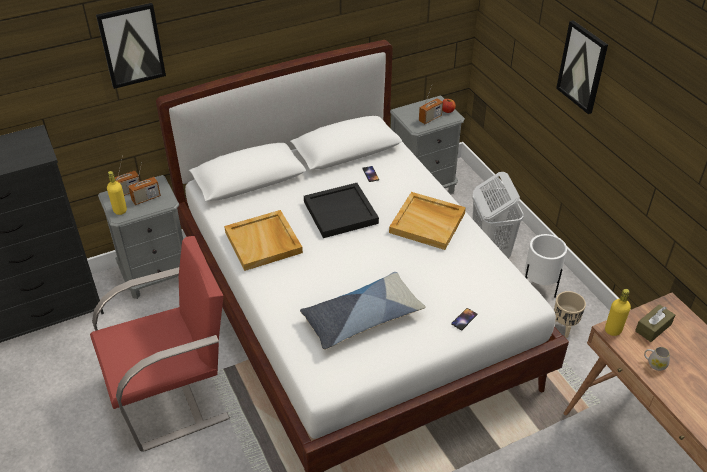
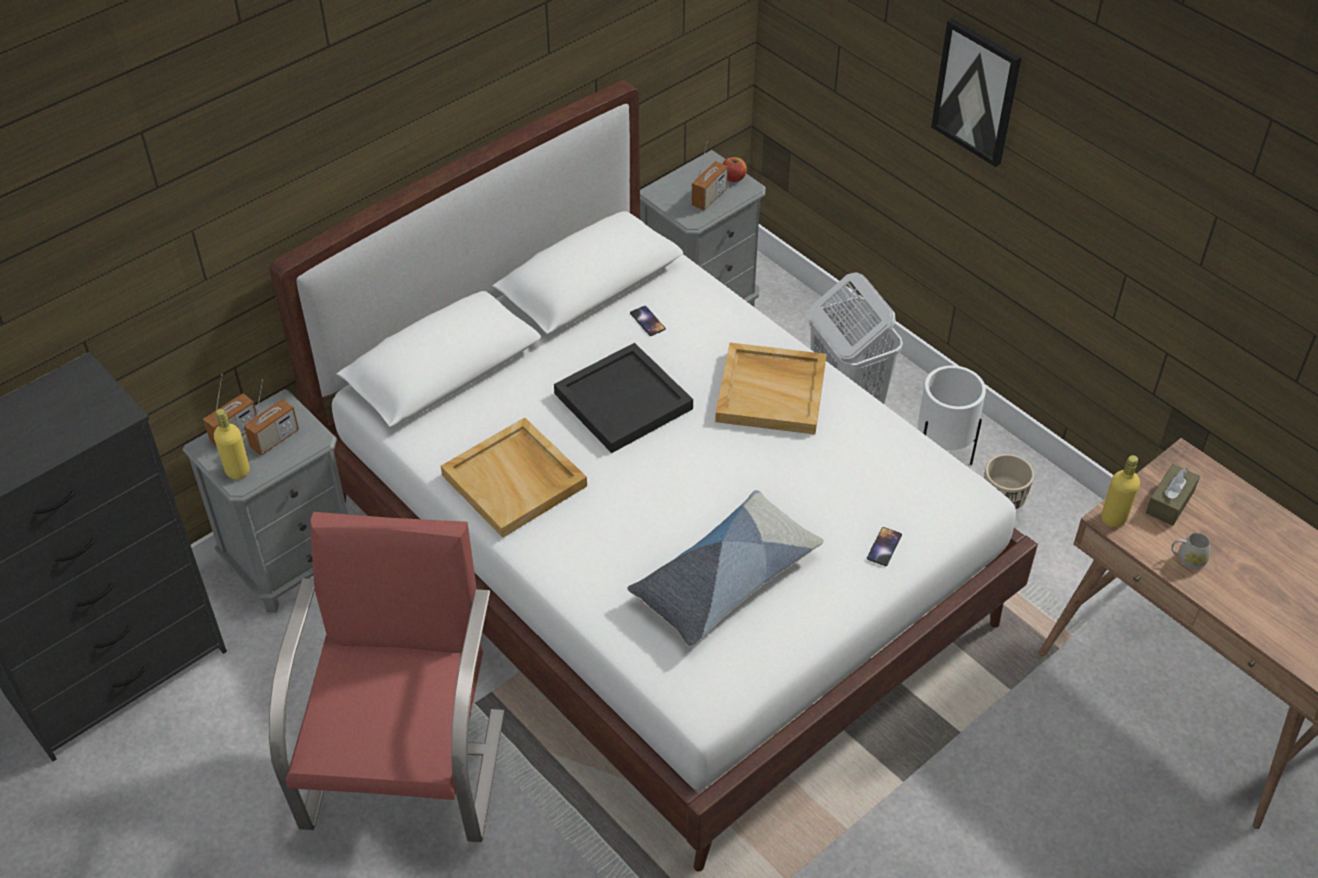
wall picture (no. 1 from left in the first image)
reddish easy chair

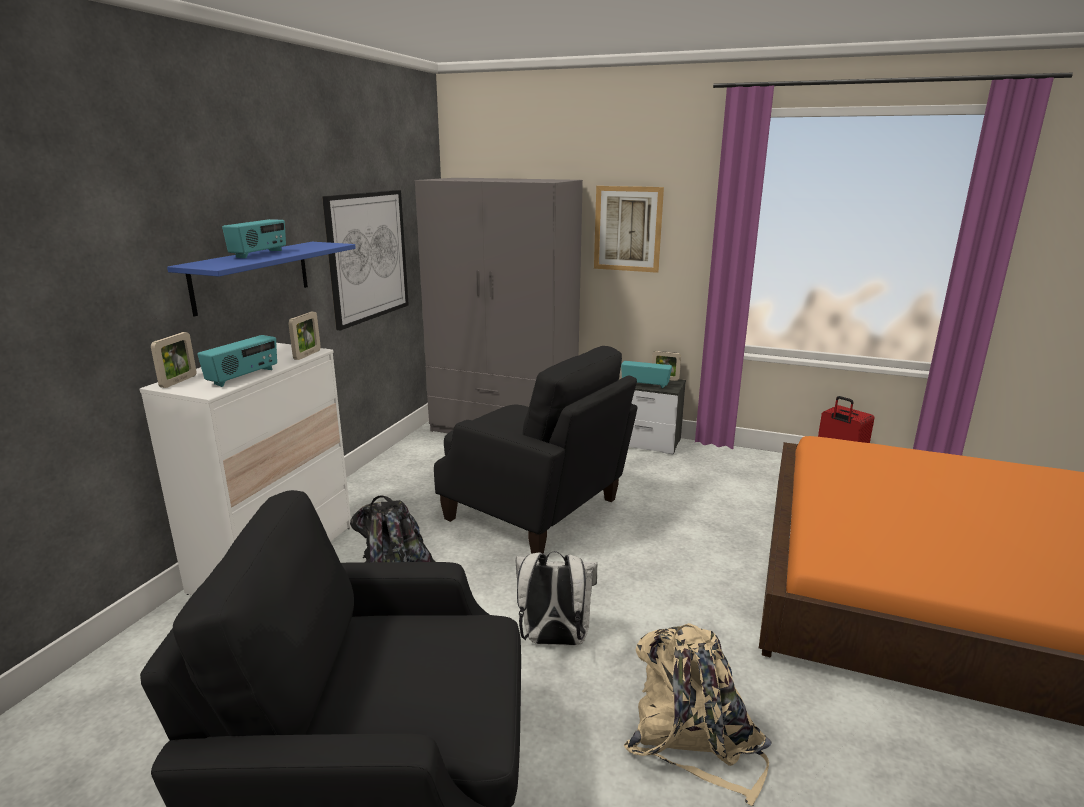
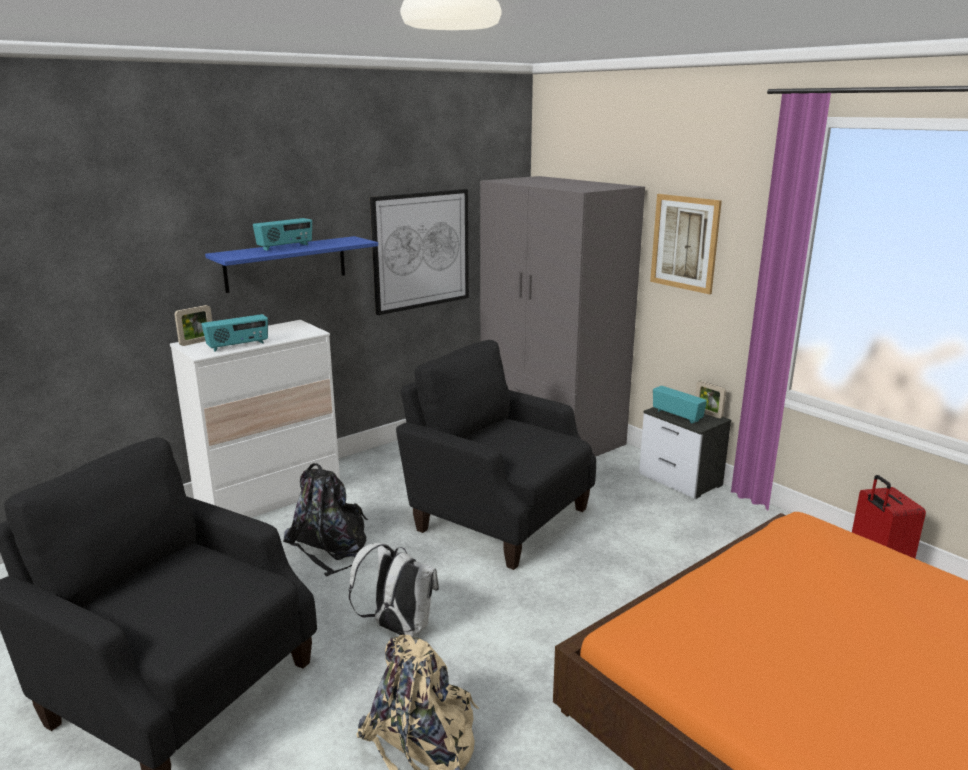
photo frame (no. 2 from left in the first image)
blackish easy chair (no. 2 from left)

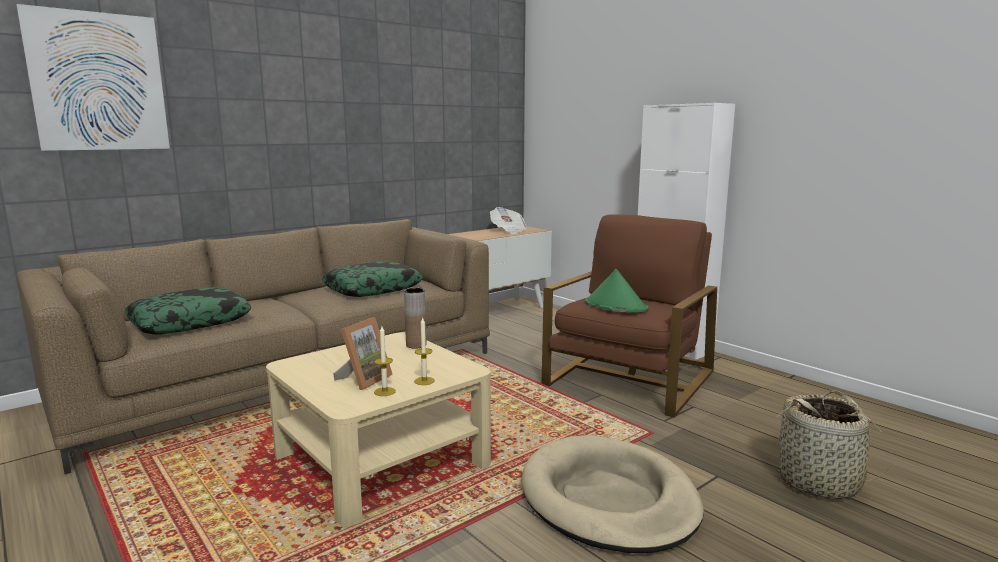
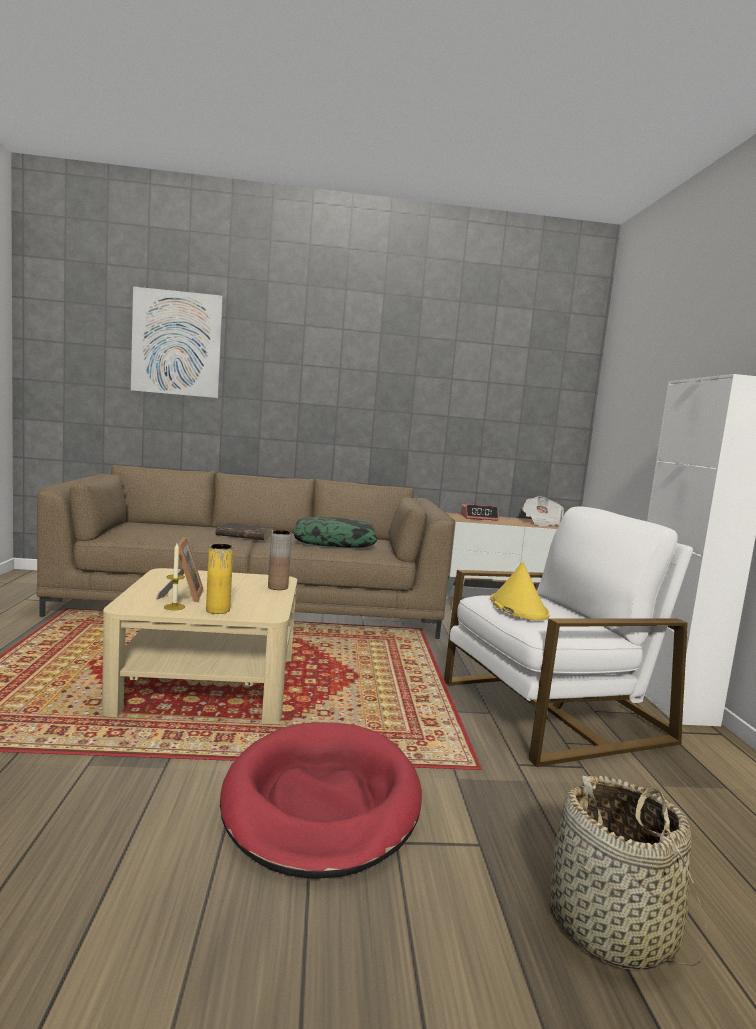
whitish easy chair
yellow-coloured clothing hat
throw pillow (no. 1 from left in the first image)
photo frame
yellow-coloured vase
reddish dog cushion
alarm clock
brownish bound book

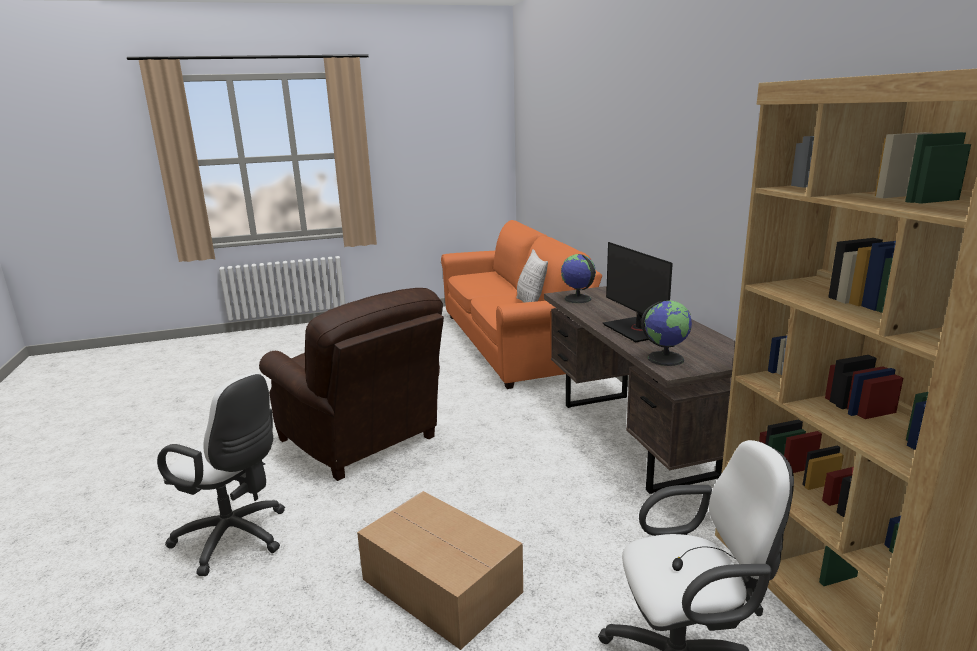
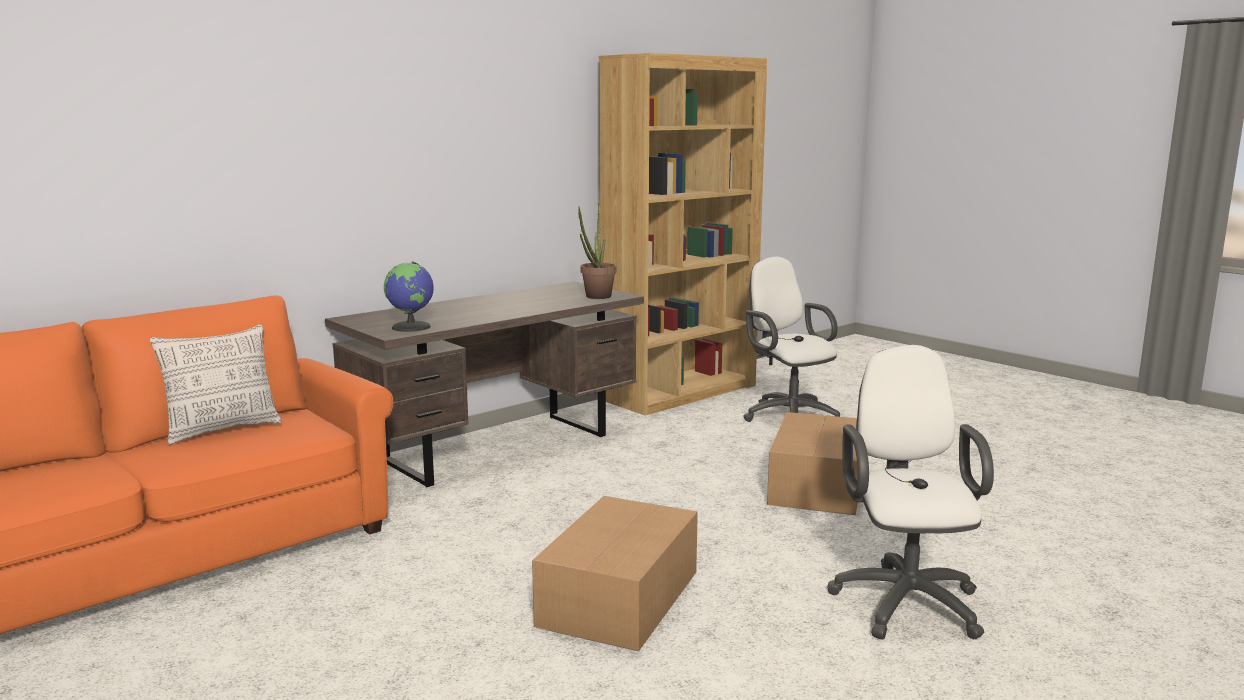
computer screen
packing box (no. 1 from left)
potted plant

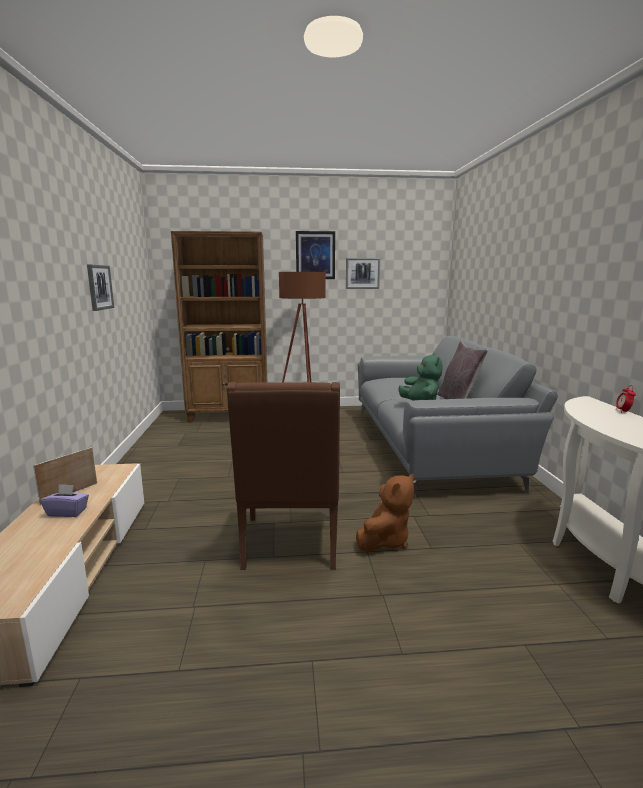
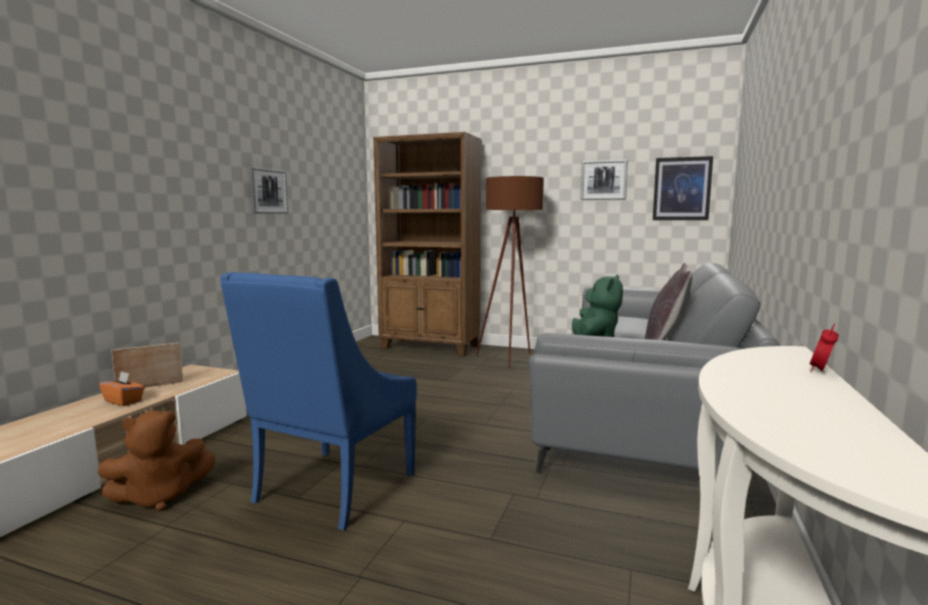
wall picture (no. 3 from left)
bluish easy chair
brownish soft toy
orange box of tissues

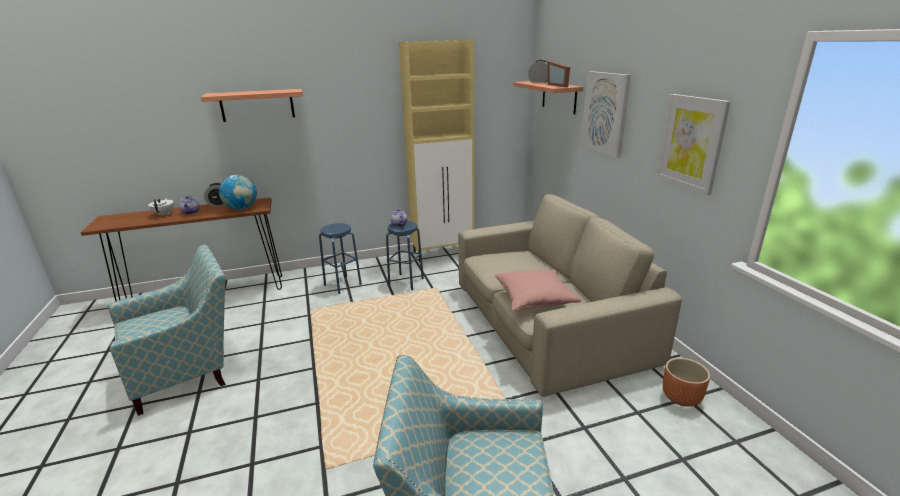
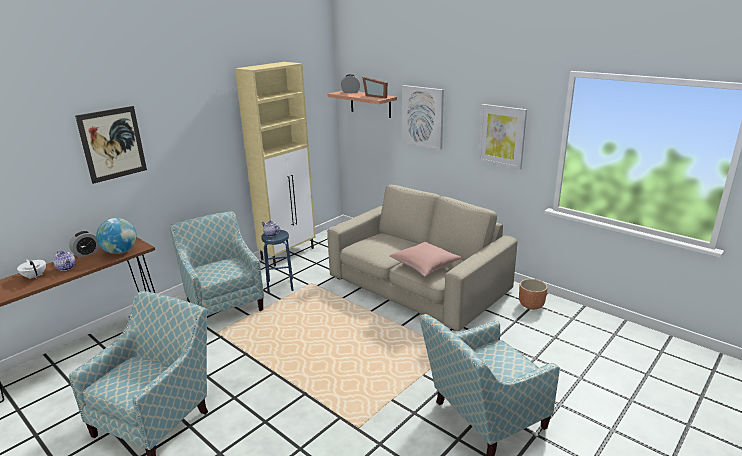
wall picture (no. 1 from left)
easy chair (no. 2 from left)

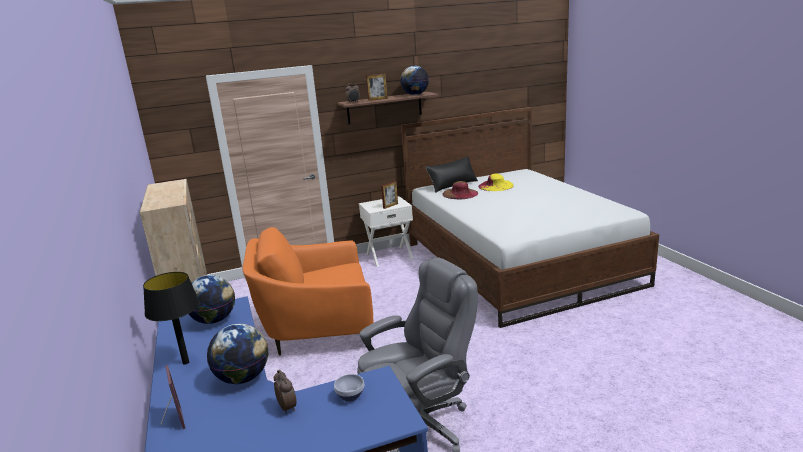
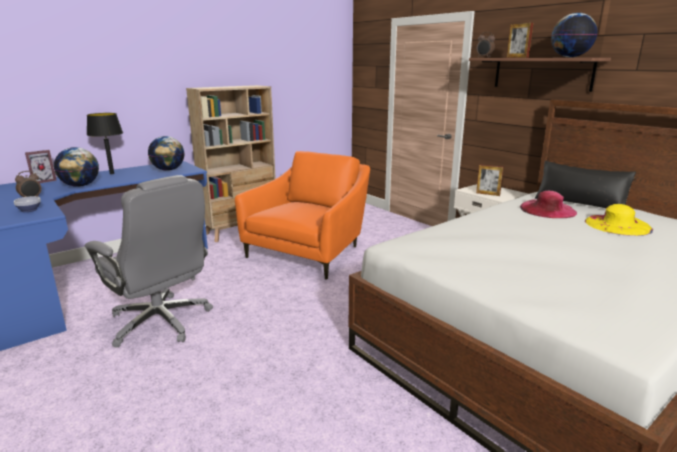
pink clothing hat
orange easy chair

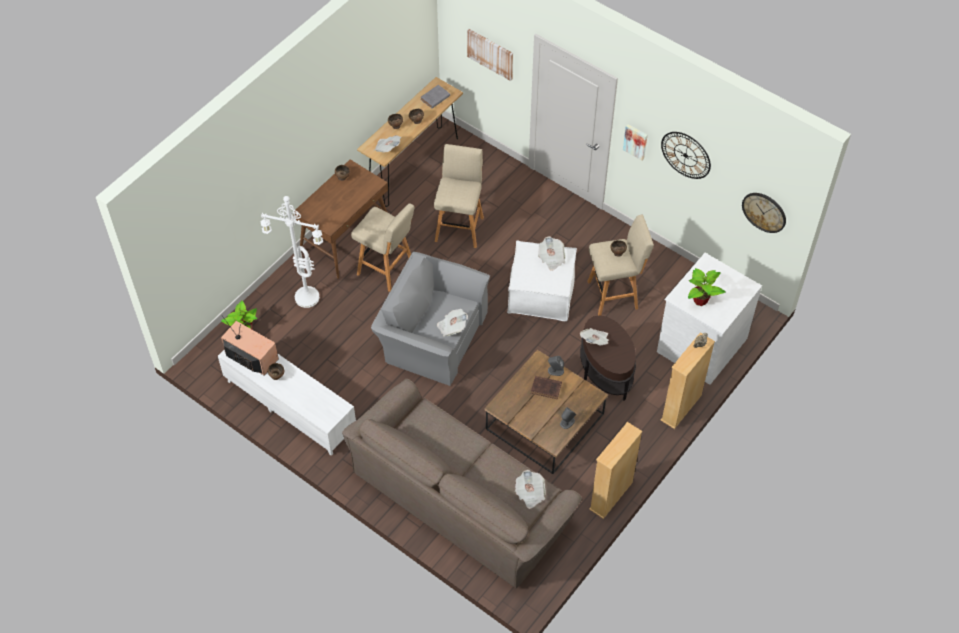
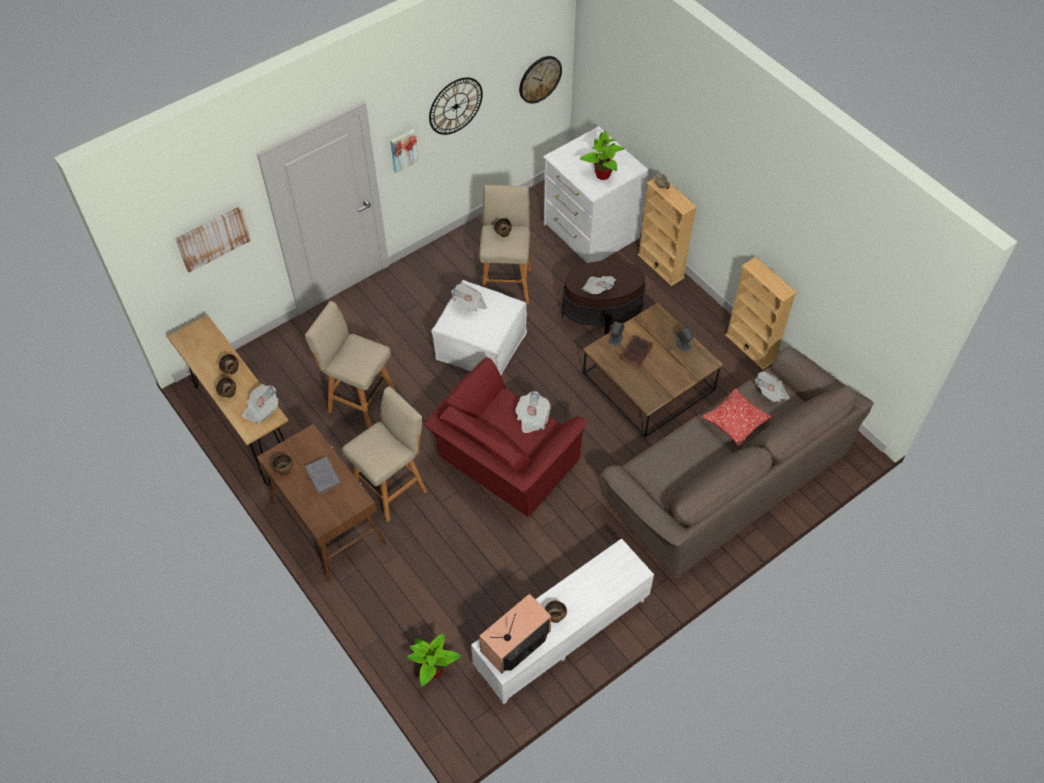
grey bound book
whitish standard lamp
reddish easy chair
throw pillow

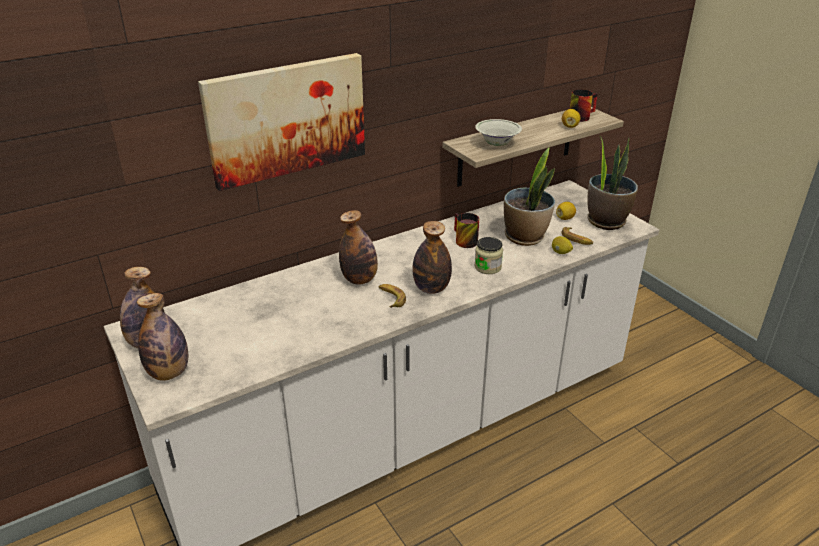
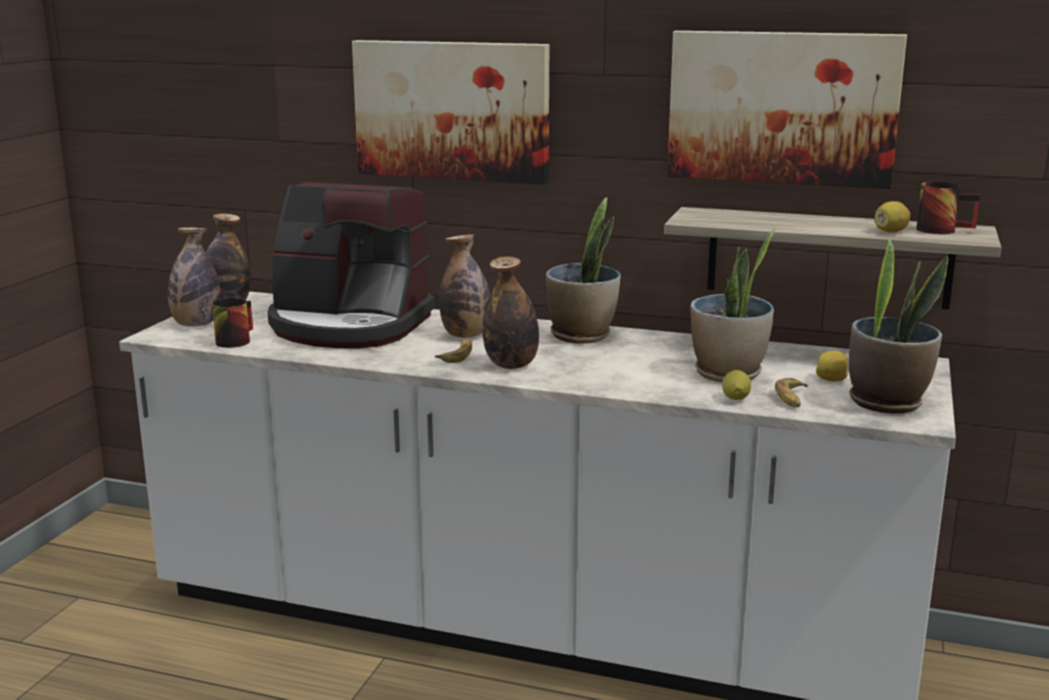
whitish deep dish
mug (no. 1 from left)
storage jar
wall picture (no. 2 from left)
coffee machine
potted plant (no. 1 from left)

